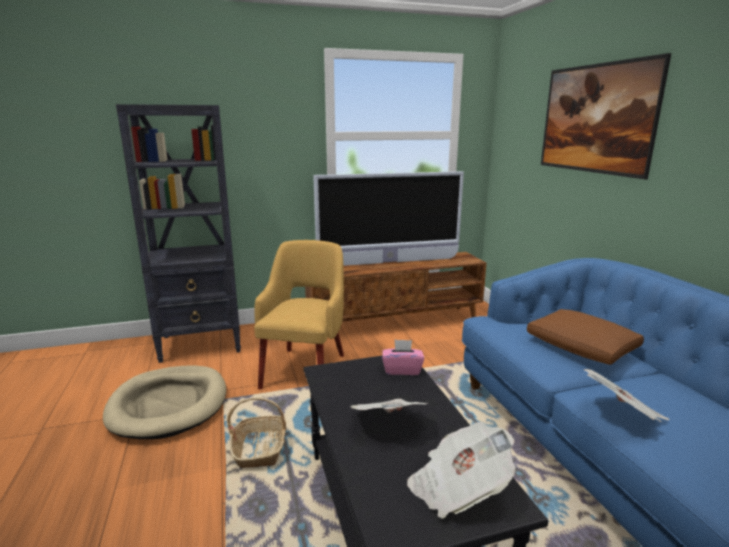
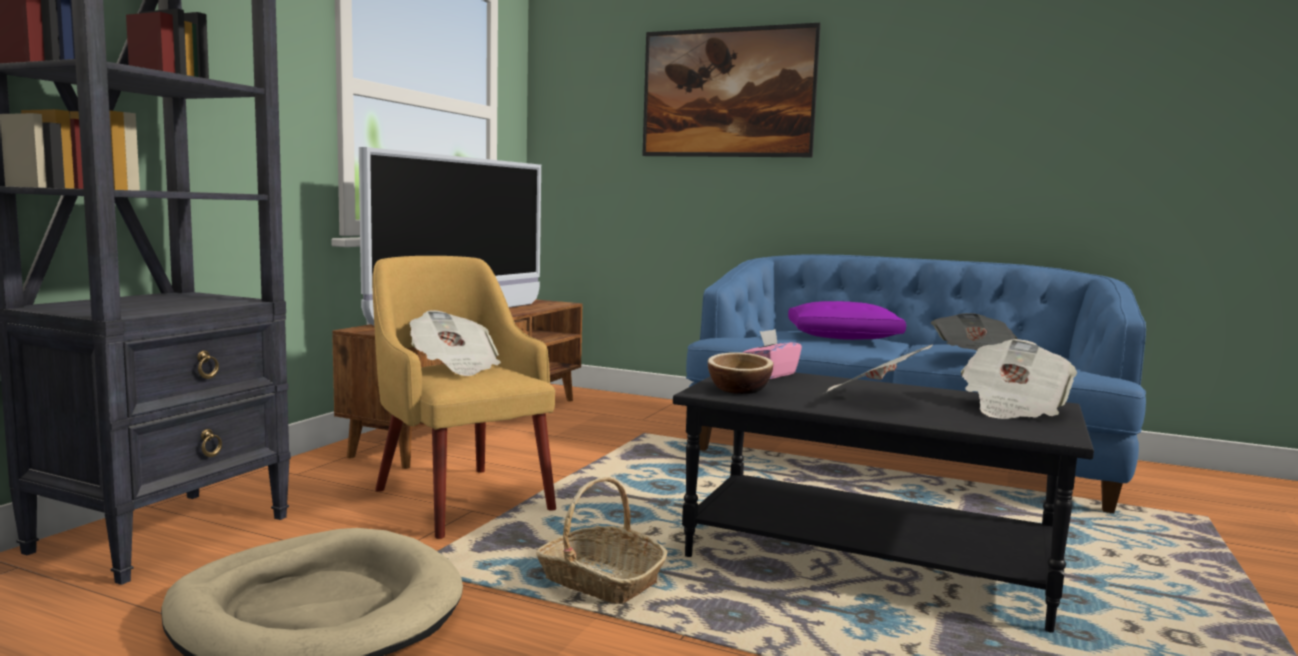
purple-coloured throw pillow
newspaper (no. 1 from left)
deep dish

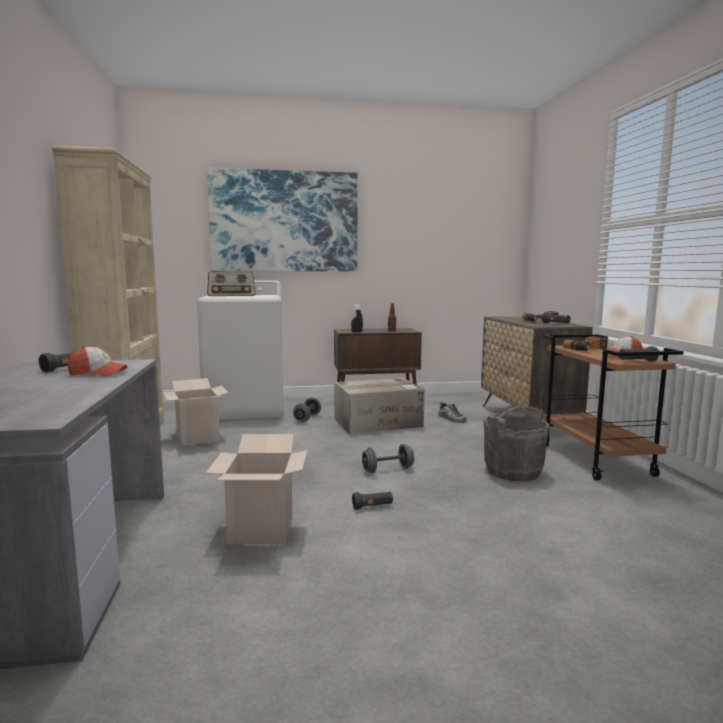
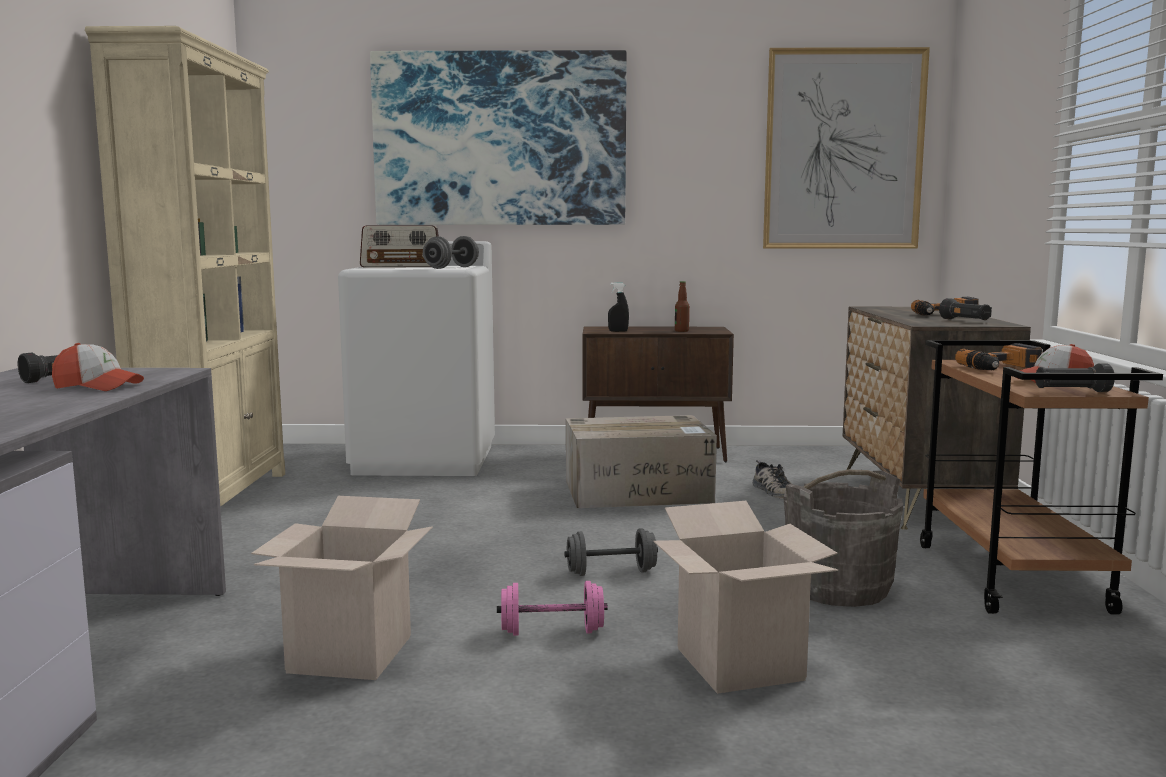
packing box (no. 3 from left)
grey hand weight (no. 1 from left)
pink hand weight
wall picture (no. 2 from left)

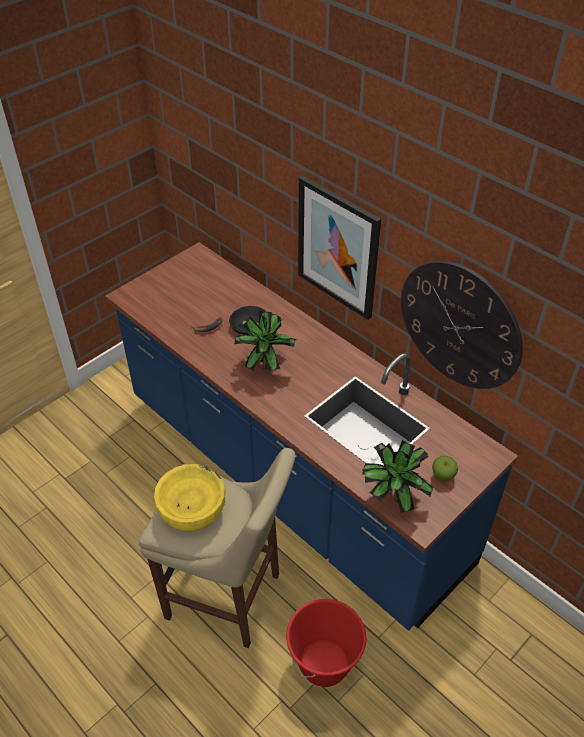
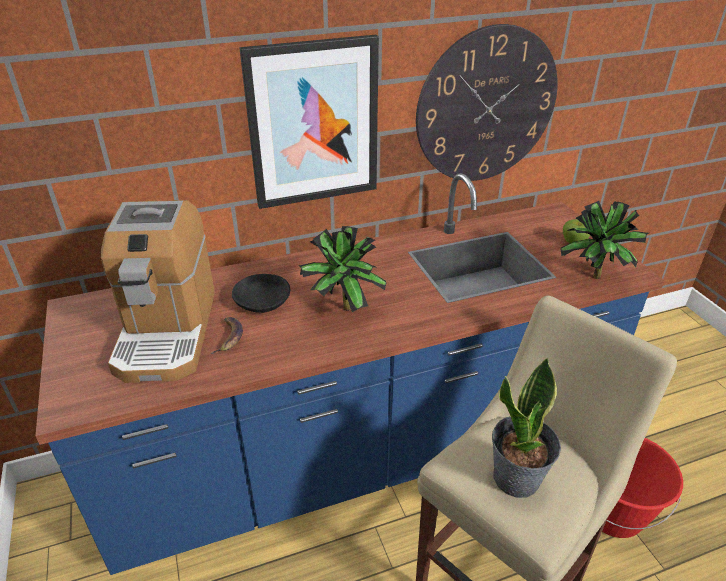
potted plant (no. 2 from left)
coffee machine

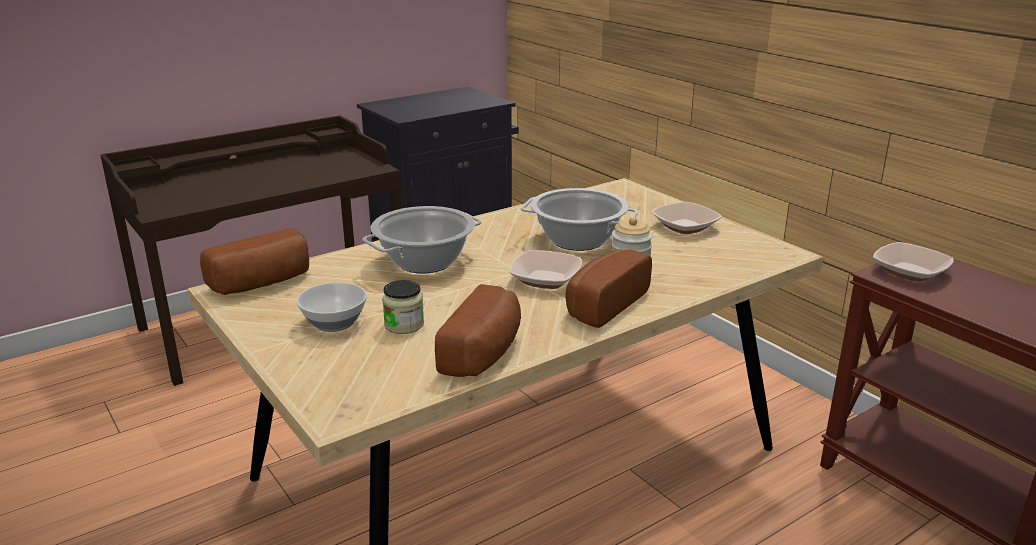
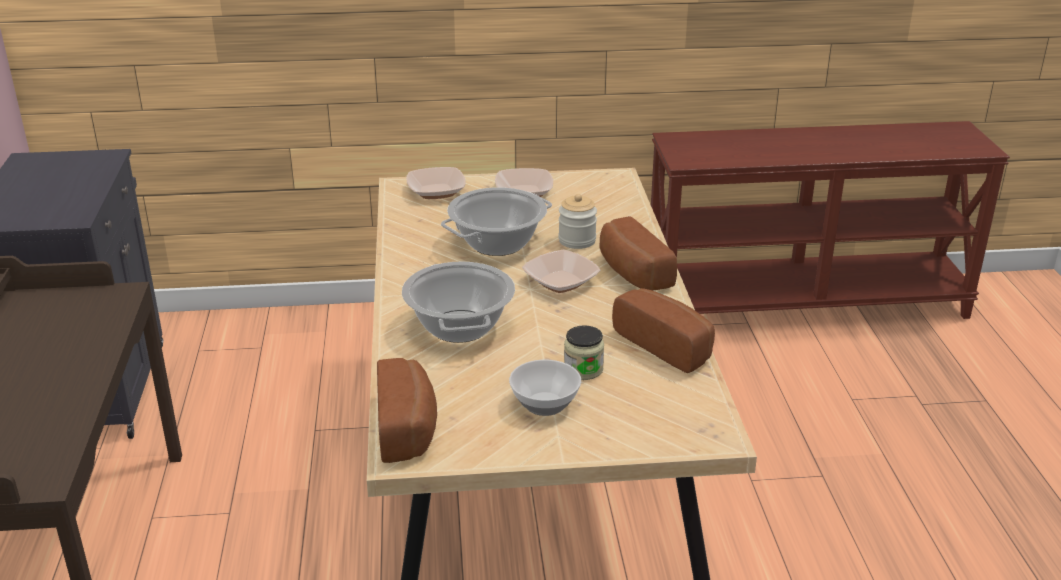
deep dish (no. 1 from left)

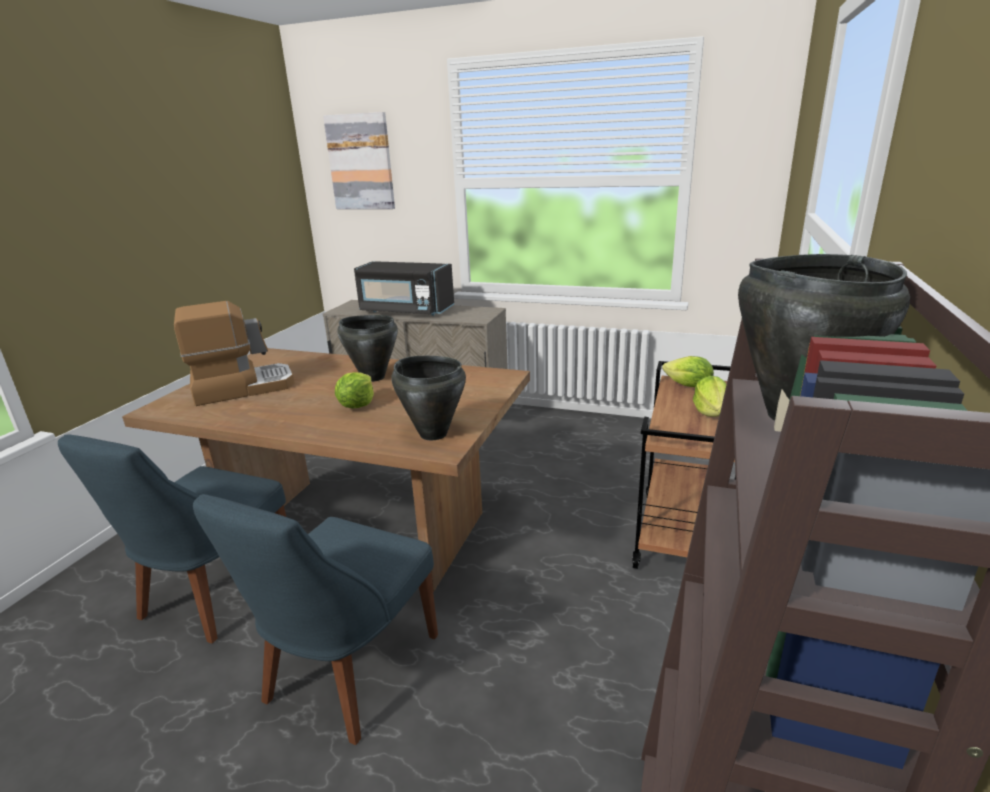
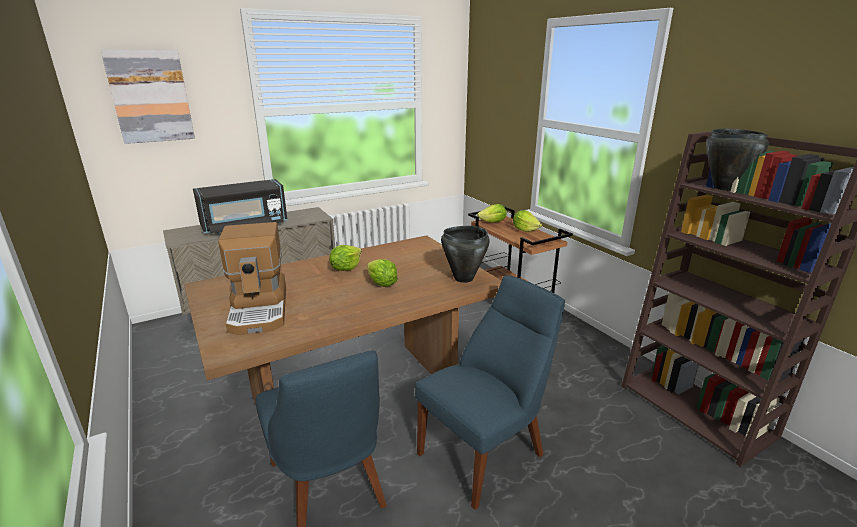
coffee machine
lettuce head (no. 1 from left)
bluish chair (no. 2 from left)

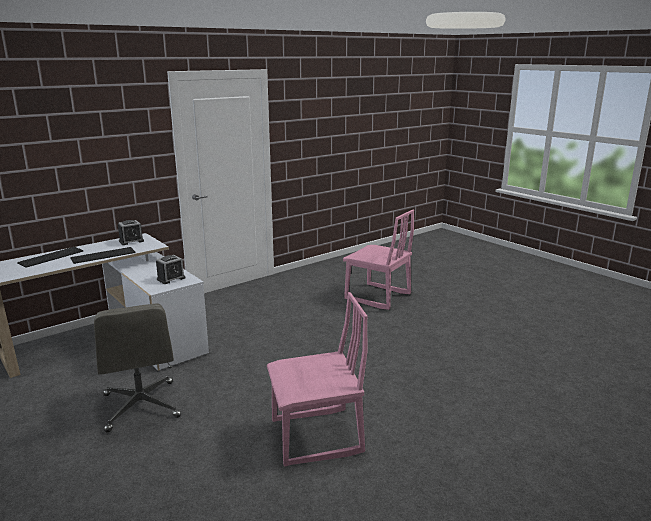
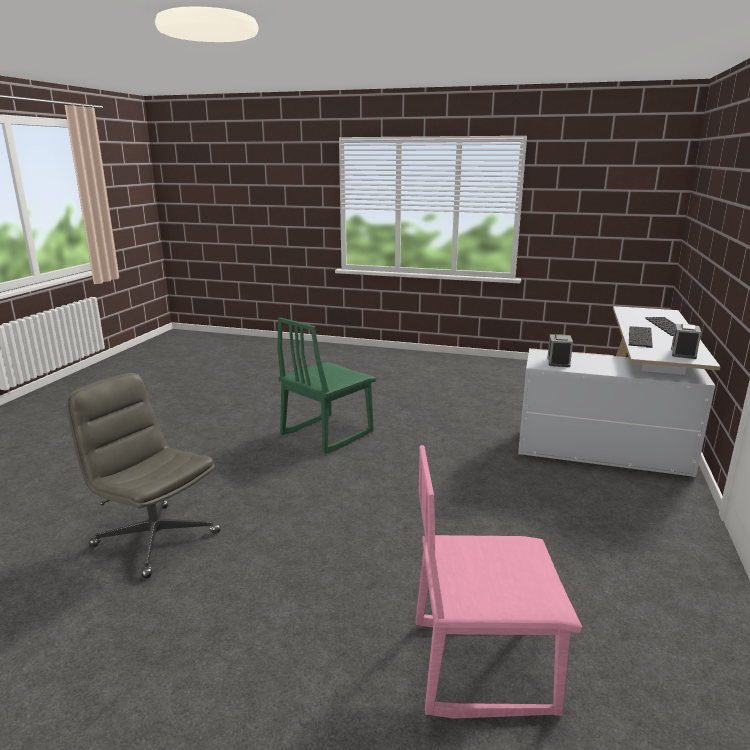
greenish chair
grey computer chair

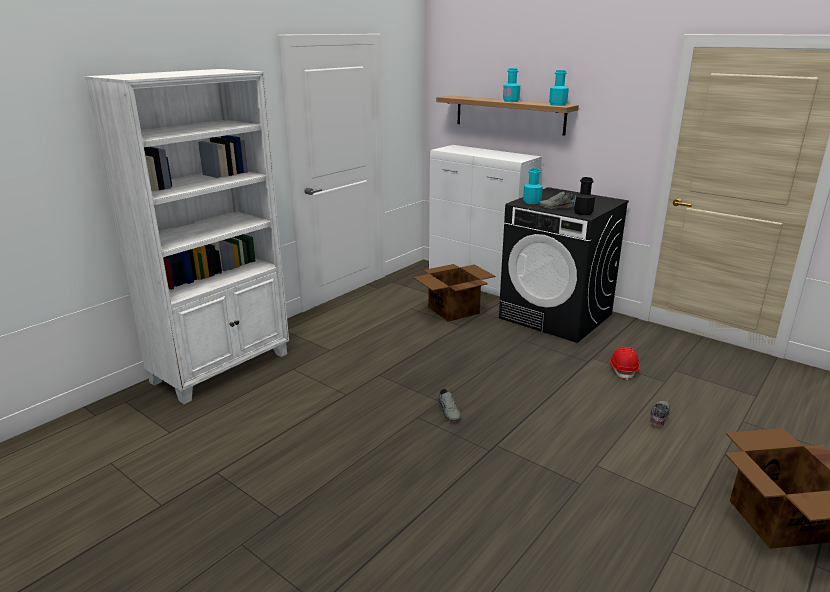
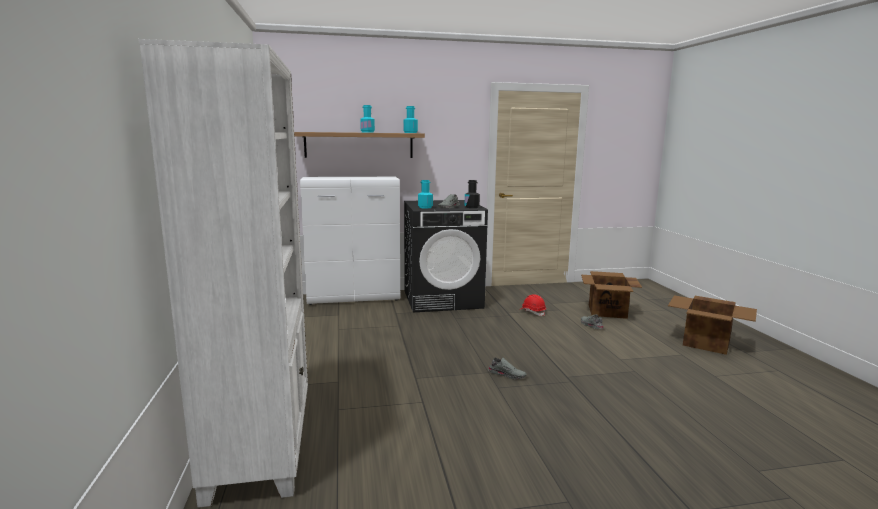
packing box (no. 1 from left)

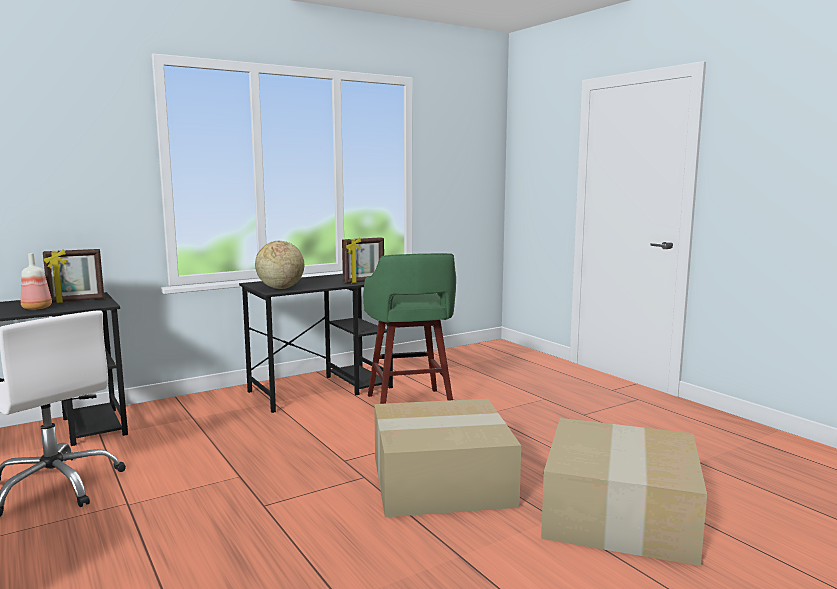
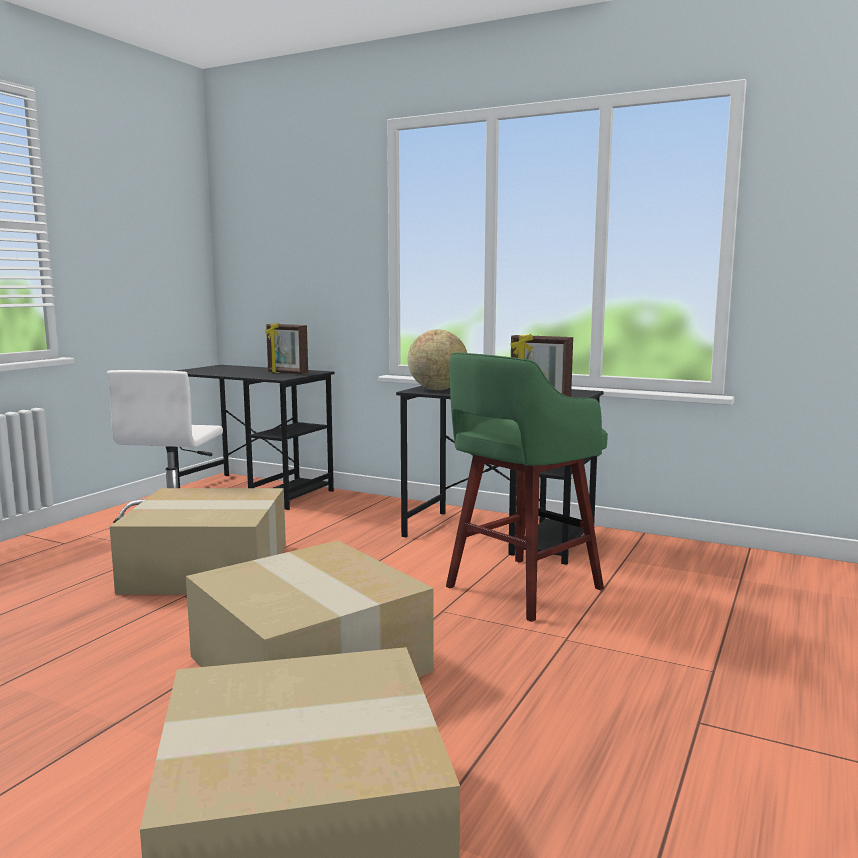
drink bottle
packing box (no. 1 from left)

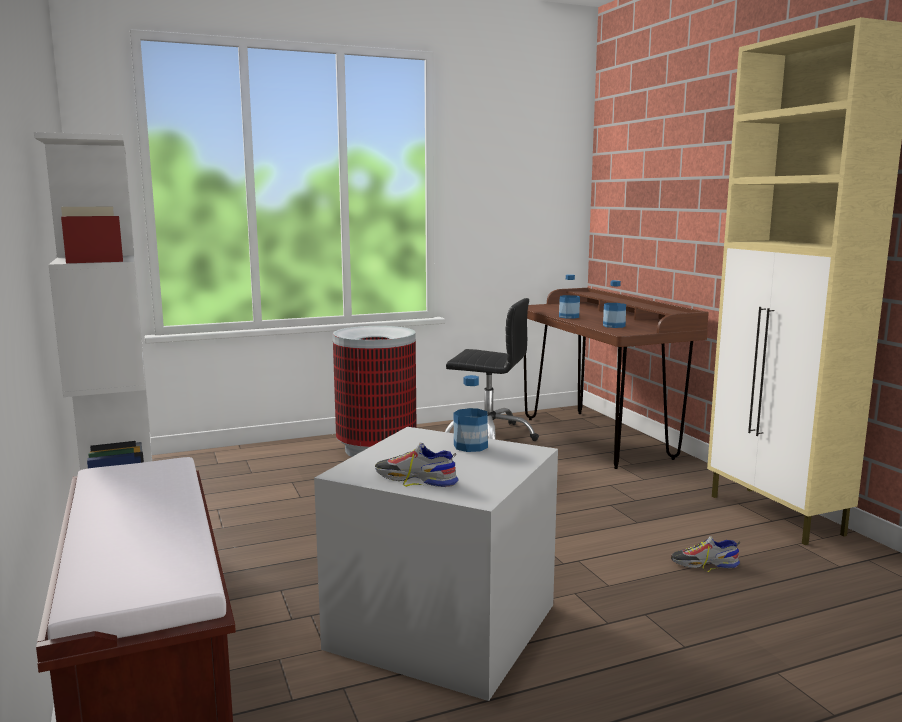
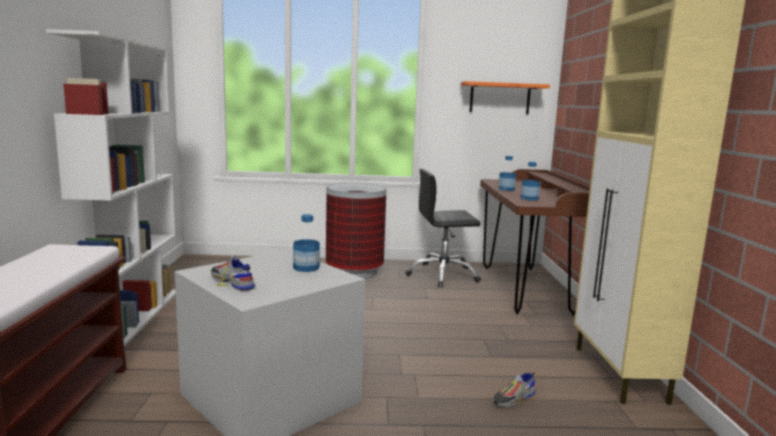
blackish computer chair
item of footwear (no. 2 from left)
orange wall shelf

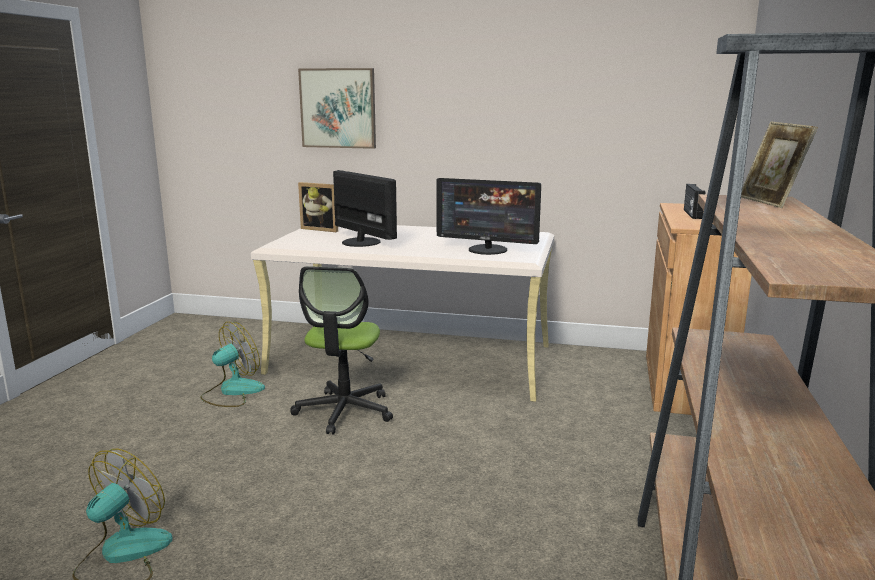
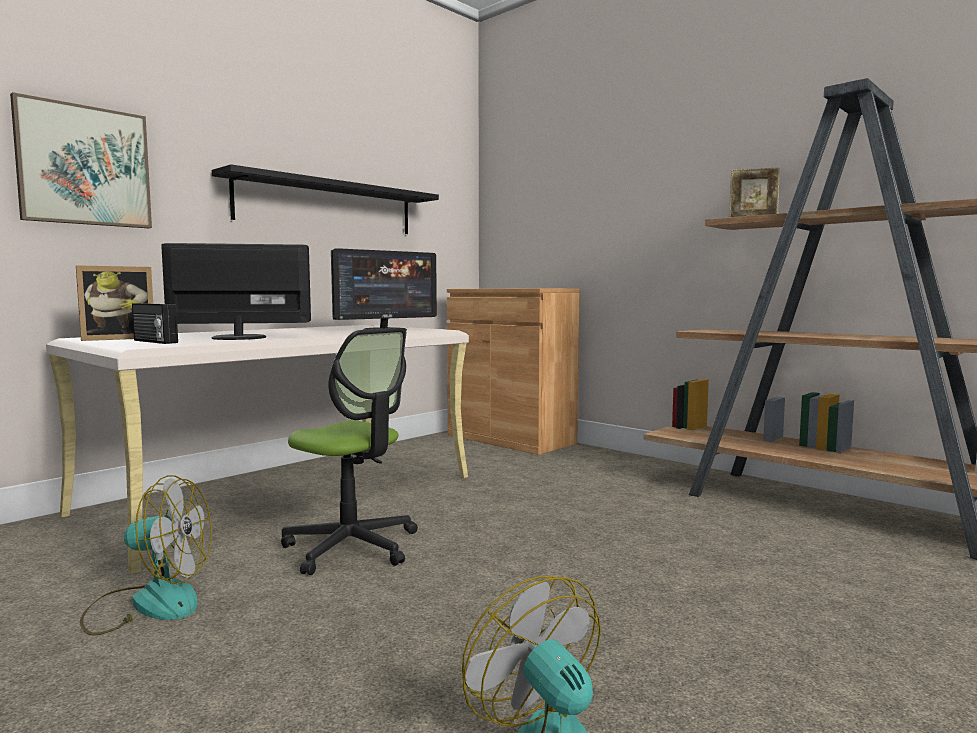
radio set
fan (no. 1 from left)
blackish wall shelf

